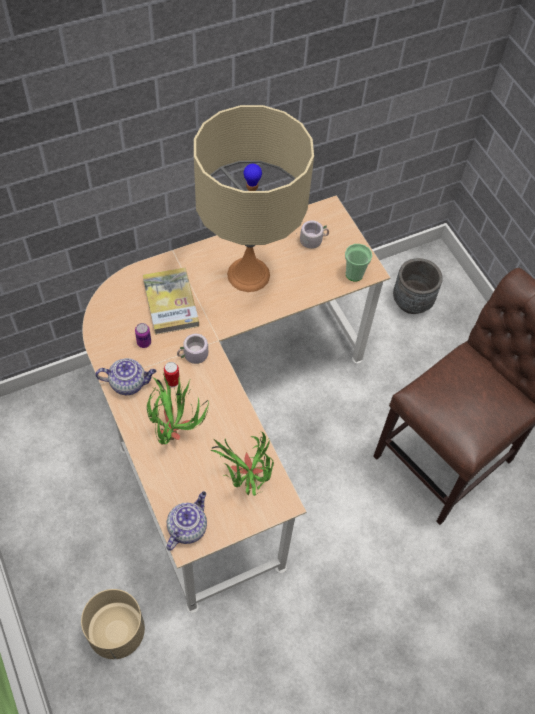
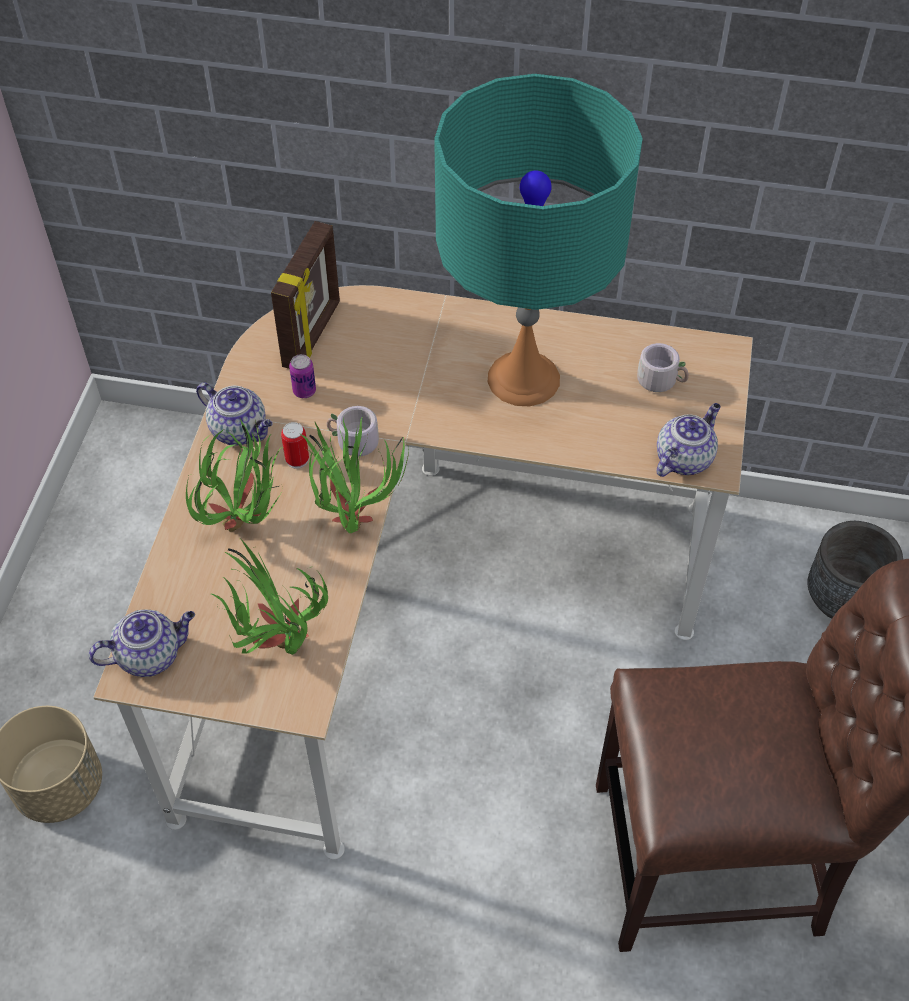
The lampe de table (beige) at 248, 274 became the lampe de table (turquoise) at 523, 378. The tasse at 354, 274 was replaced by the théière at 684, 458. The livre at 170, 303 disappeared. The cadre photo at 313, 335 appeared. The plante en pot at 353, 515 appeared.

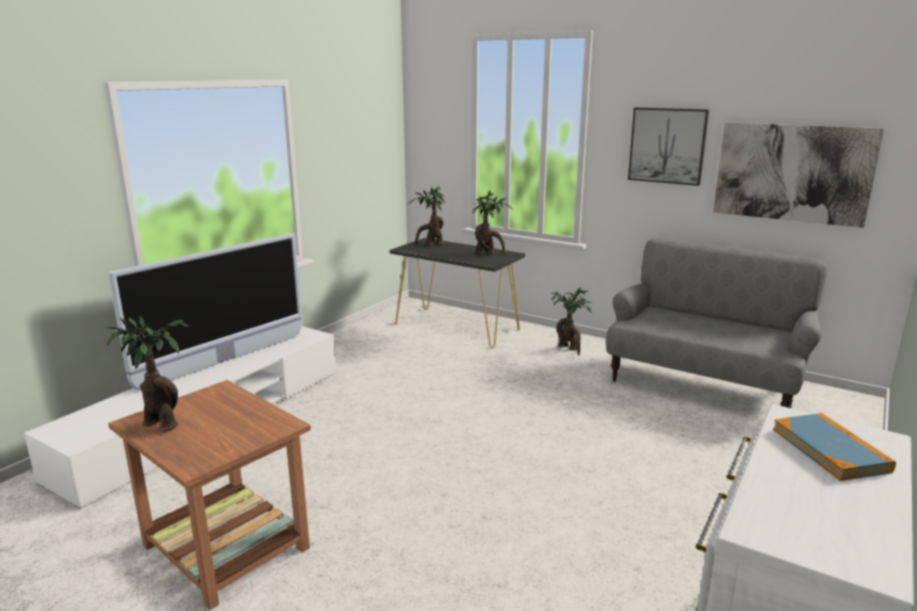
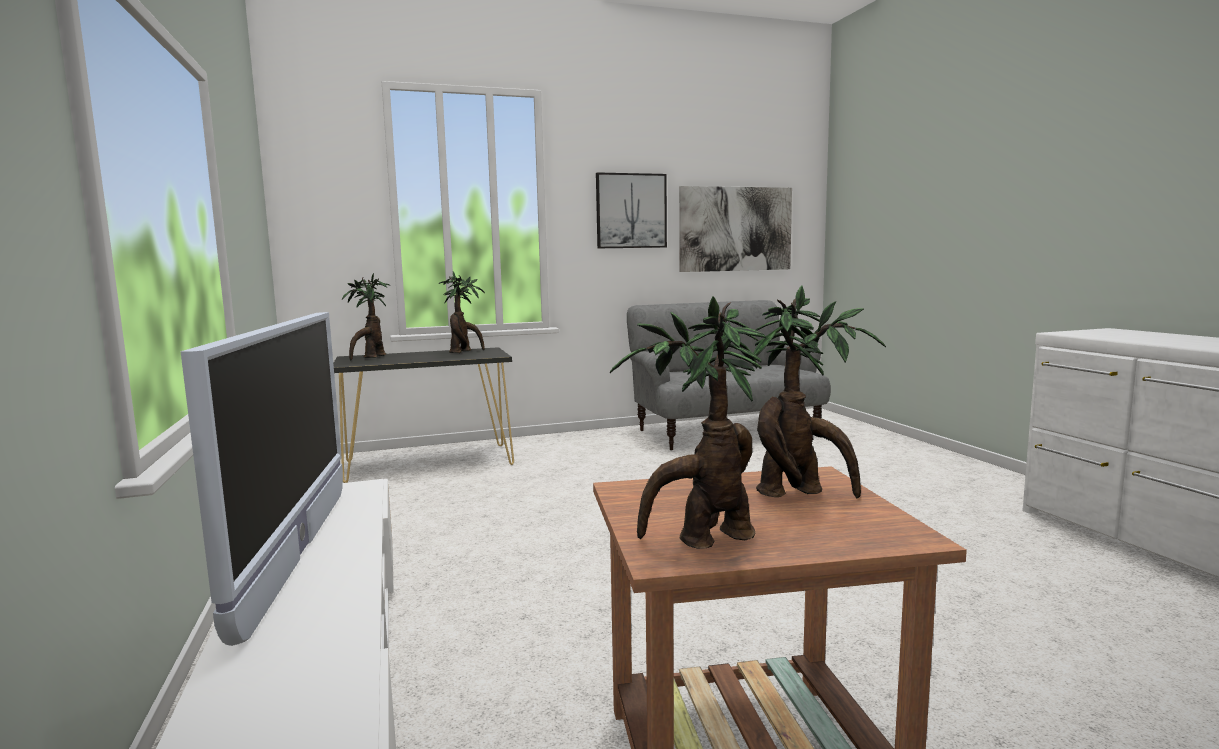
The plante en pot moved from 569, 349 to 799, 494. The livre at 830, 450 disappeared.

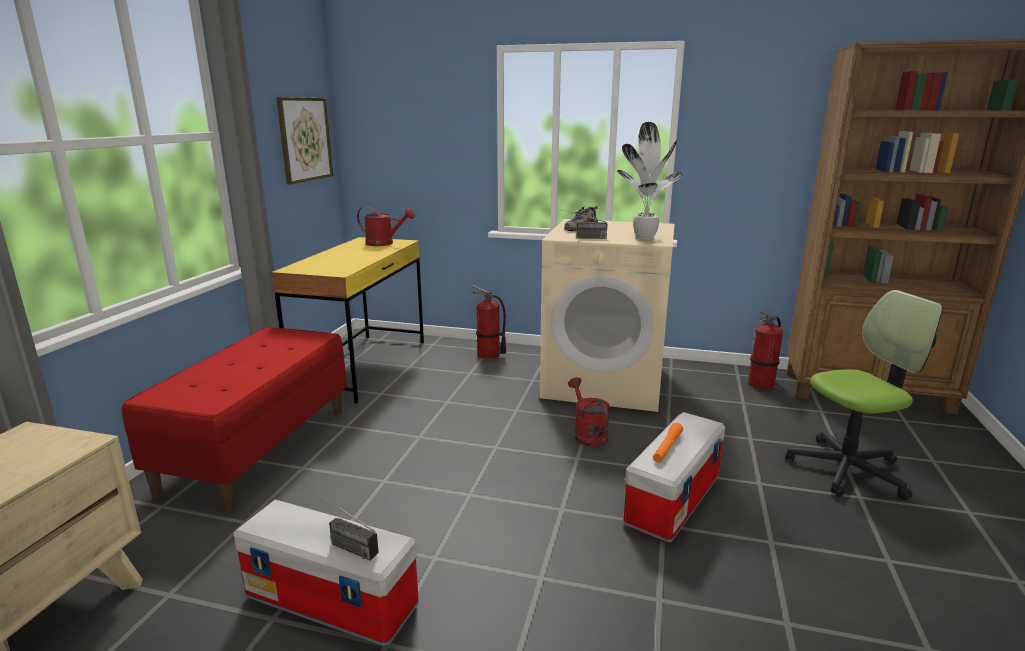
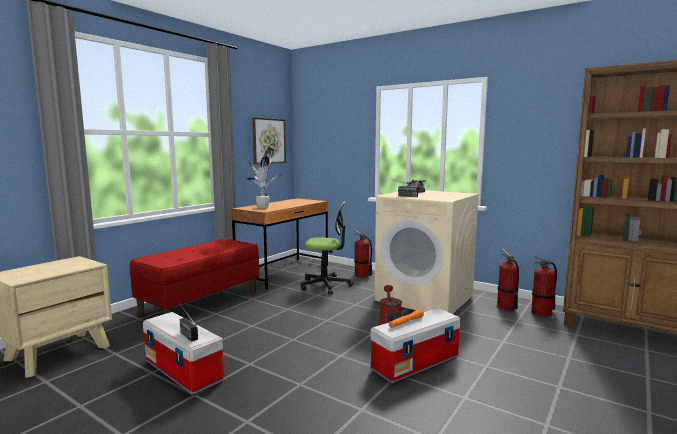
The plante en pot moved from 644, 237 to 263, 207. The arrosoir (rouge) at 384, 243 disappeared. The bureau (jaune) at 363, 366 became the bureau (marron) at 284, 273. The chaise de bureau moved from 847, 470 to 325, 285. The extincteur at 506, 307 appeared.

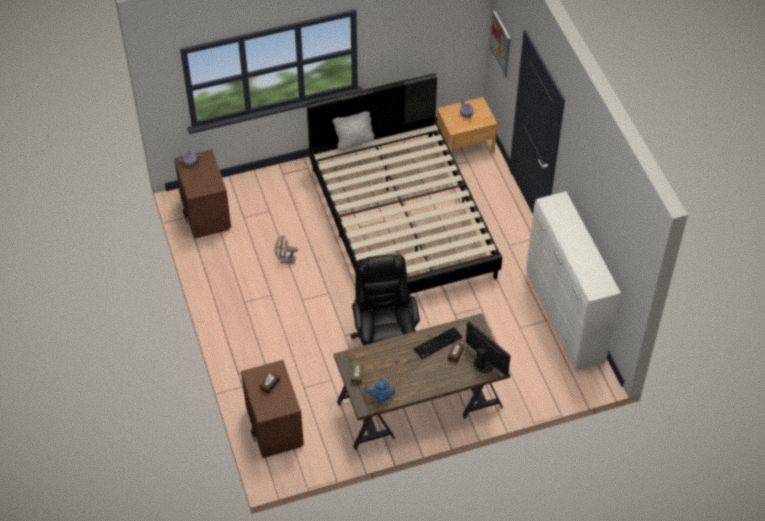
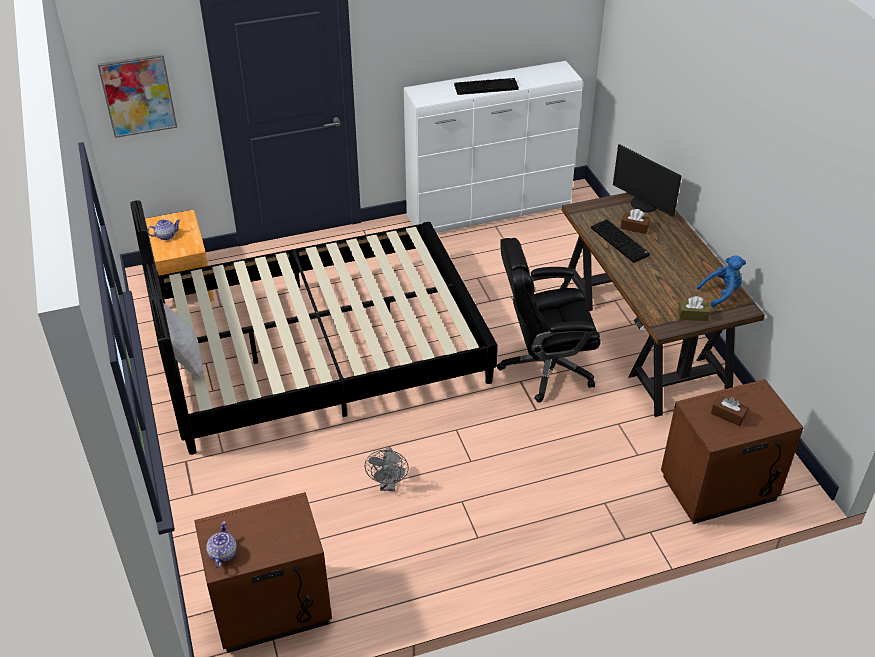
The écran d'ordinateur at 484, 363 turned 90 degrees counterclockwise. The clavier at 486, 87 appeared.

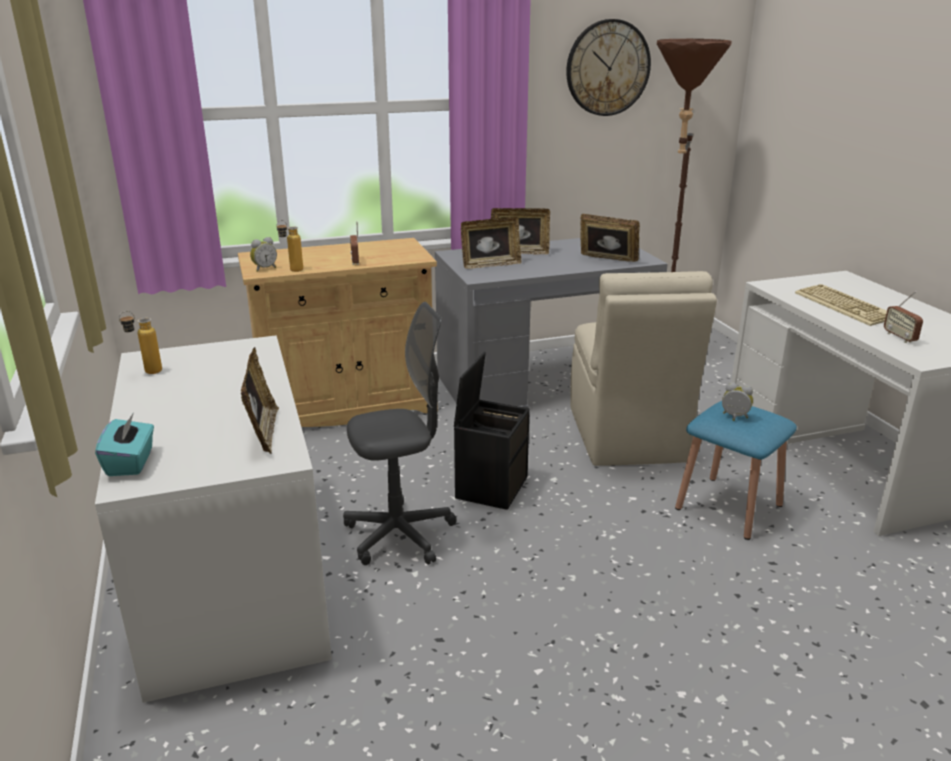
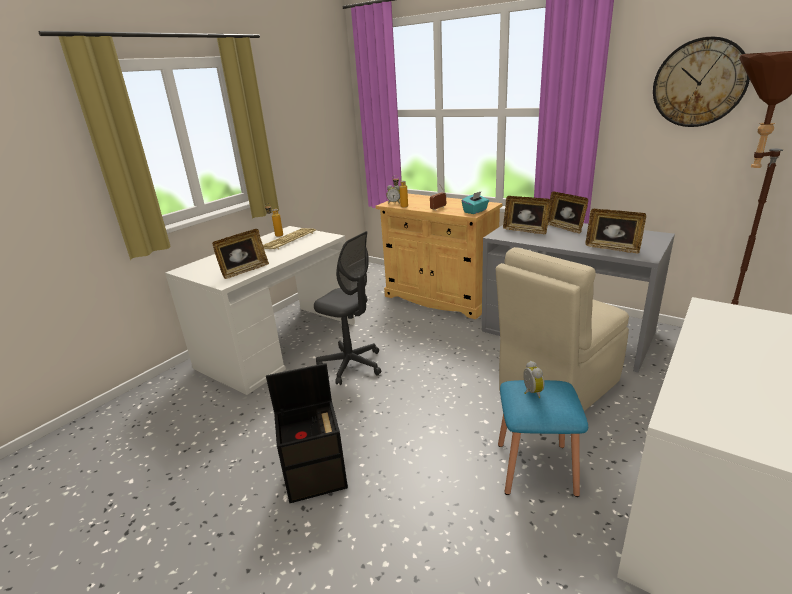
The cadre photo at 607, 260 turned 135 degrees clockwise. The clavier moved from 846, 306 to 288, 240. The radio at 899, 337 disappeared. The boîte de rangement (noir) moved from 491, 486 to 317, 476. The boîte à mouchoirs (turquoise) moved from 131, 463 to 475, 211.

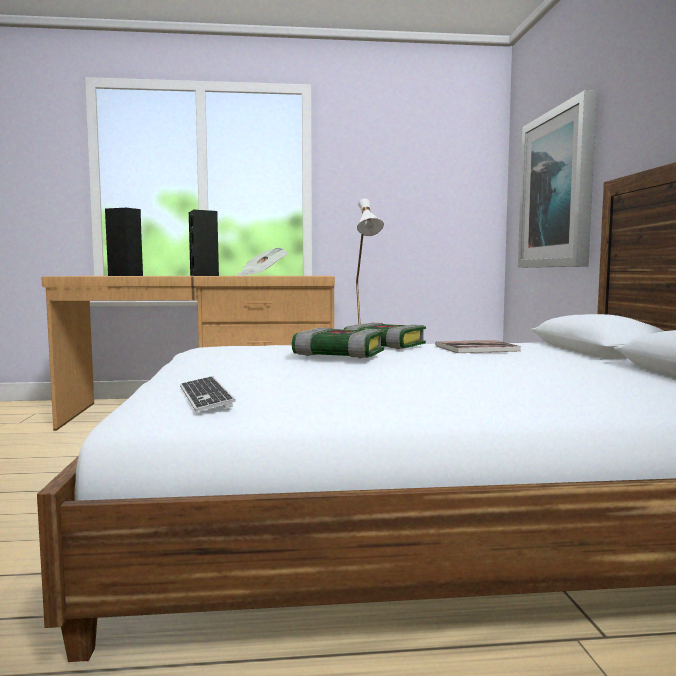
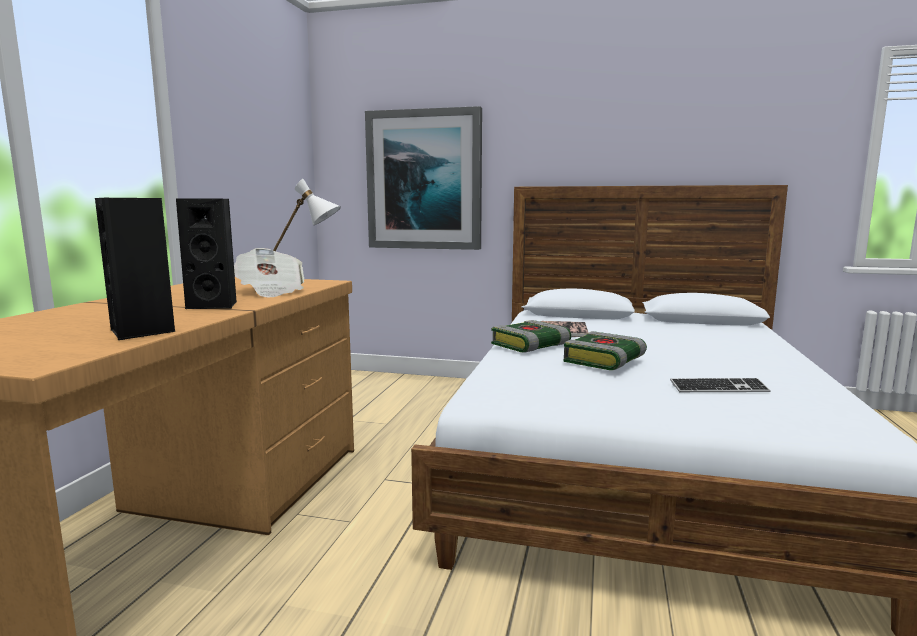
The clavier moved from 205, 396 to 719, 388.

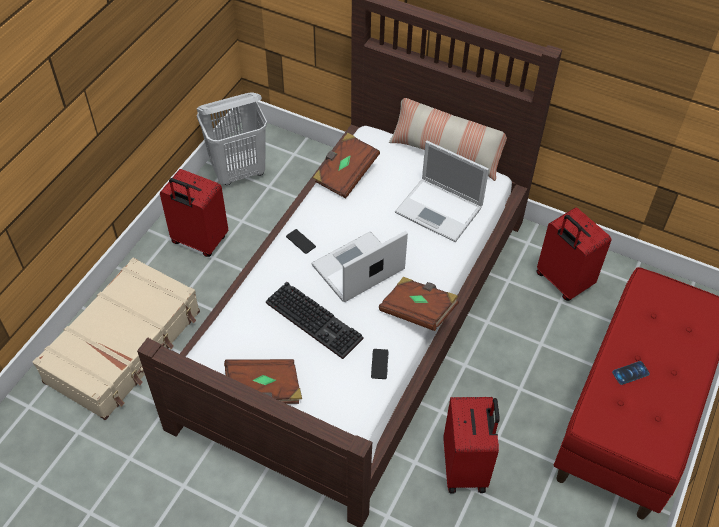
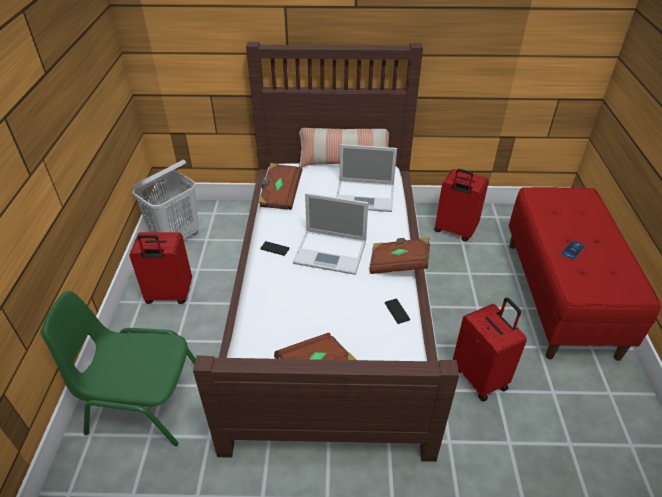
The ordinateur portable at 356, 269 turned 105 degrees counterclockwise. The valise (beige) at 125, 347 was replaced by the chaise (vert) at 143, 400. The clavier at 316, 320 disappeared.

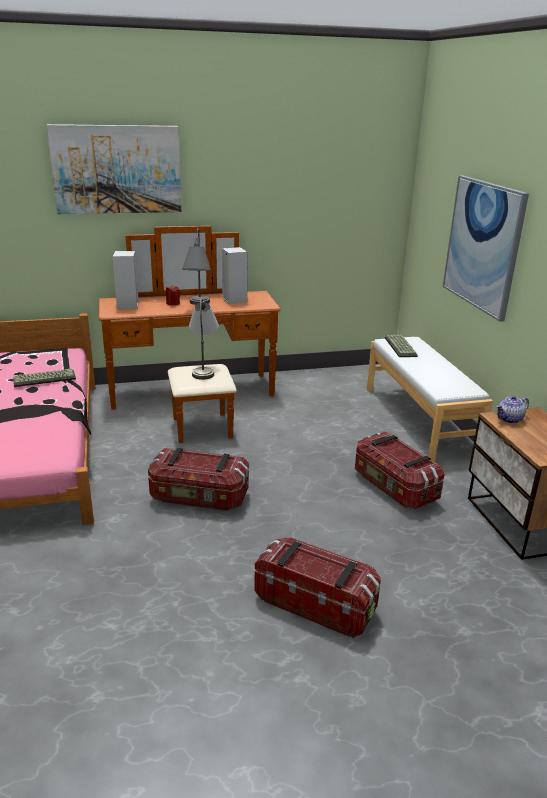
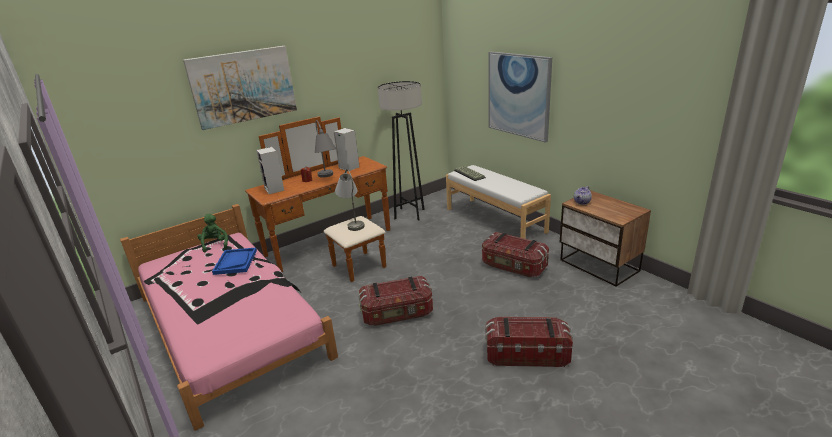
The clavier at 45, 378 was replaced by the plateau (bleu) at 235, 262. The lampadaire (gris) at 409, 214 appeared. The peluche (vert) at 215, 244 appeared.

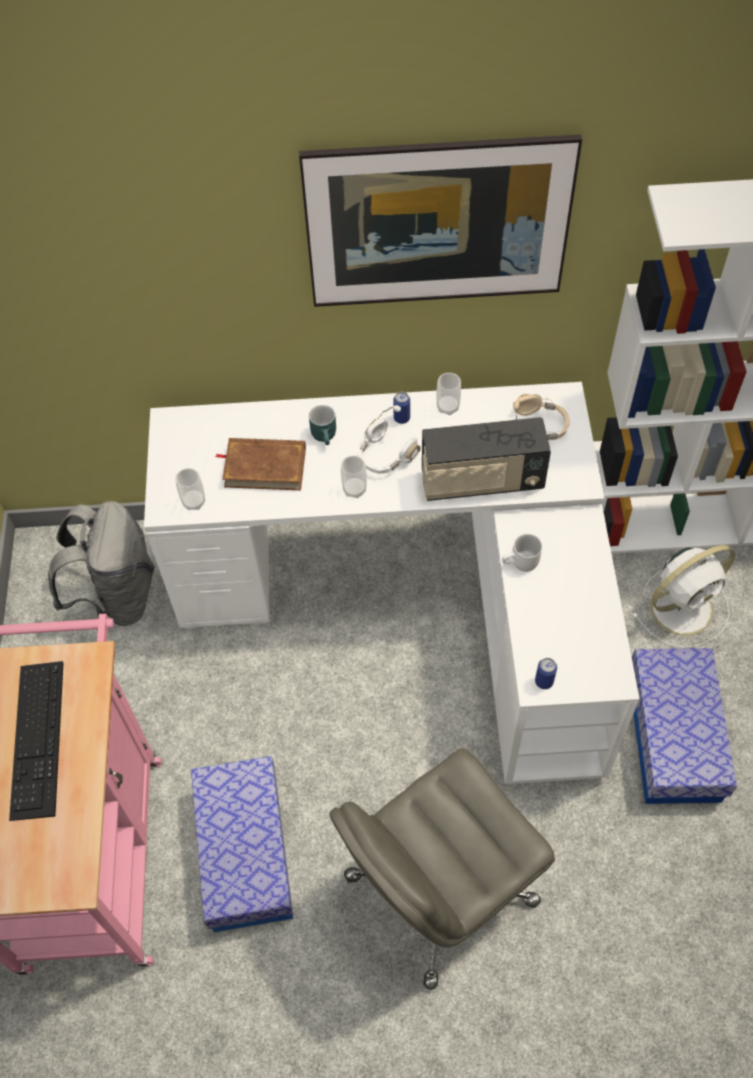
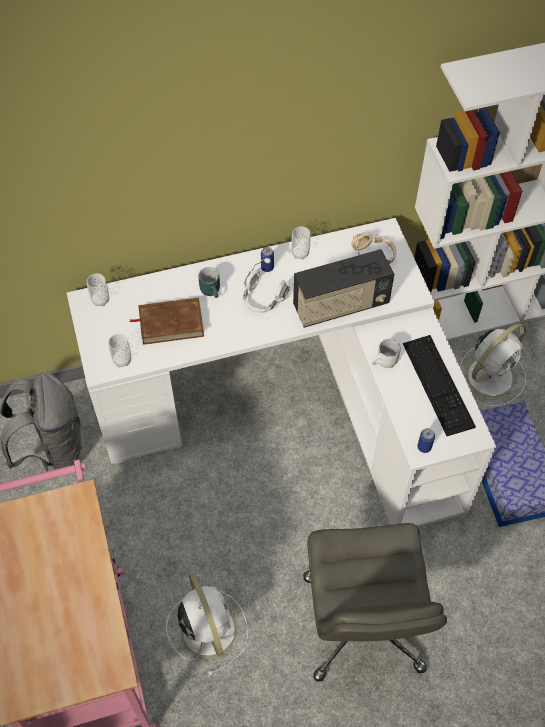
The tableau at 437, 260 disappeared. The tasse moved from 354, 489 to 100, 300. The clavier moved from 37, 738 to 438, 384. The chaise de bureau (gris) at 439, 891 turned 45 degrees counterclockwise. The boîte de rangement at 245, 853 was replaced by the ventilateur (blanc) at 207, 628.

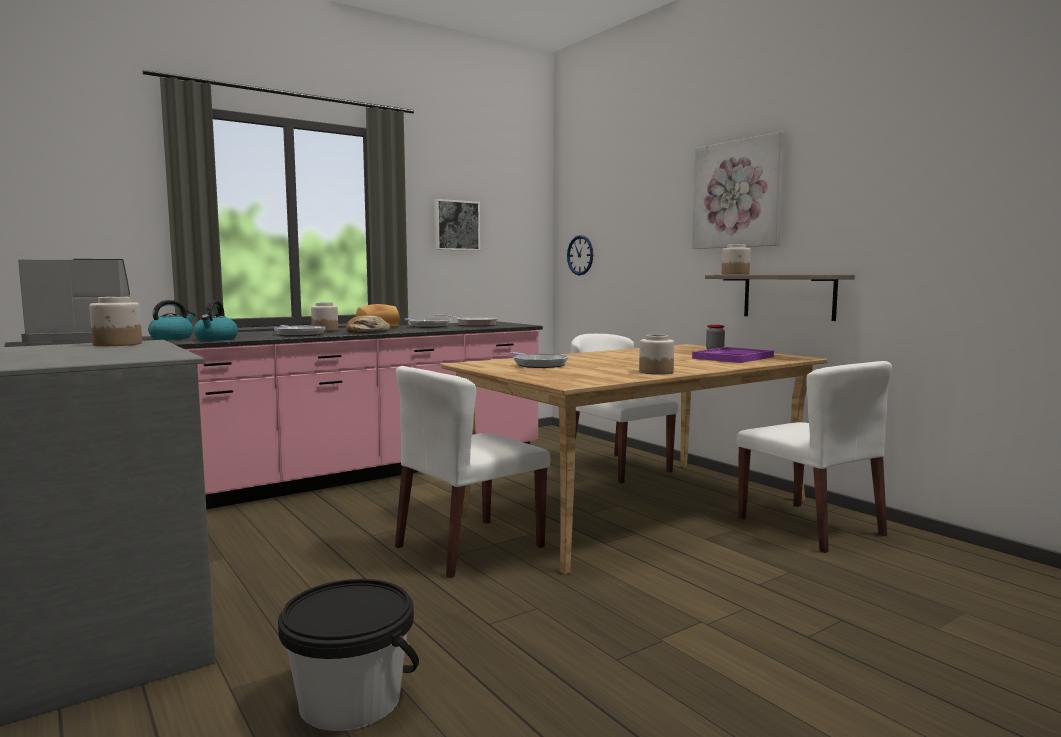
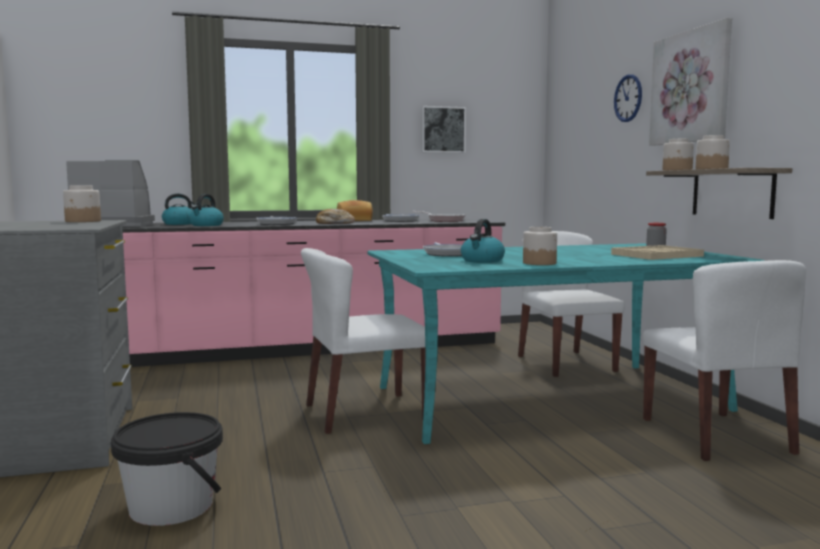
The horloge murale moved from 580, 255 to 628, 98. The bocal moved from 325, 330 to 711, 169. The table à manger (beige) at 637, 507 became the table à manger (turquoise) at 548, 398. The plateau (violet) at 733, 357 became the plateau (beige) at 656, 255. The bouilloire at 482, 261 appeared.

